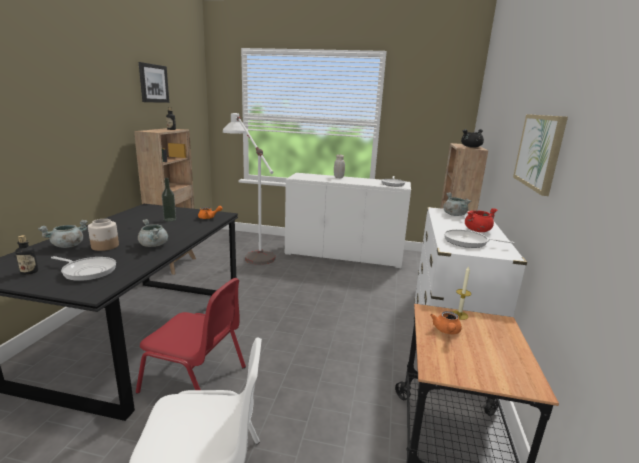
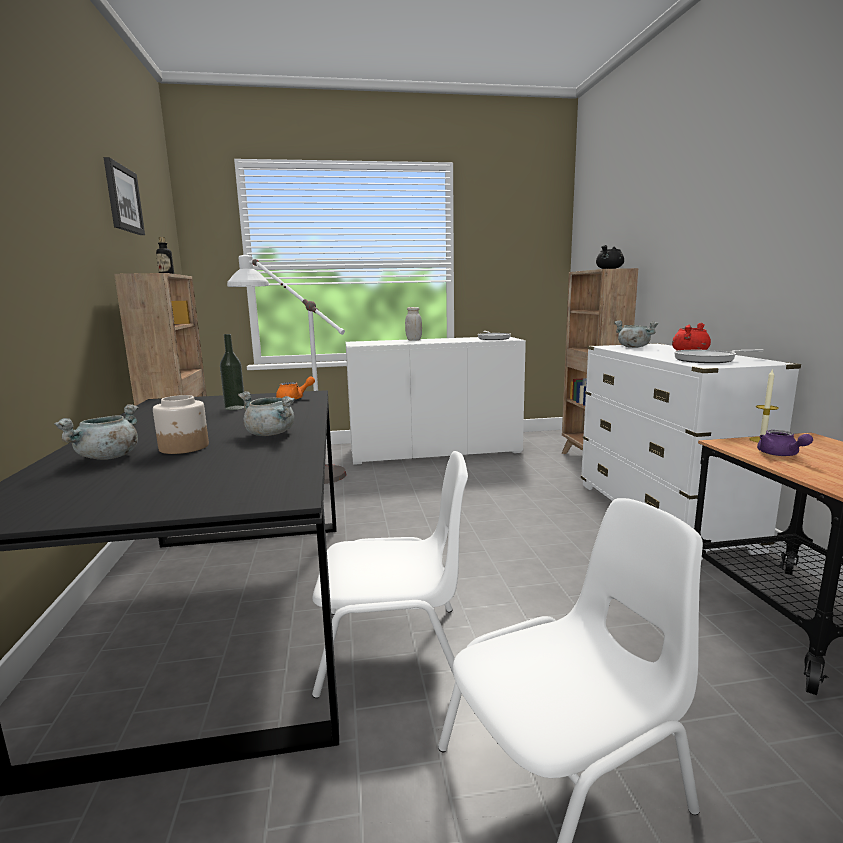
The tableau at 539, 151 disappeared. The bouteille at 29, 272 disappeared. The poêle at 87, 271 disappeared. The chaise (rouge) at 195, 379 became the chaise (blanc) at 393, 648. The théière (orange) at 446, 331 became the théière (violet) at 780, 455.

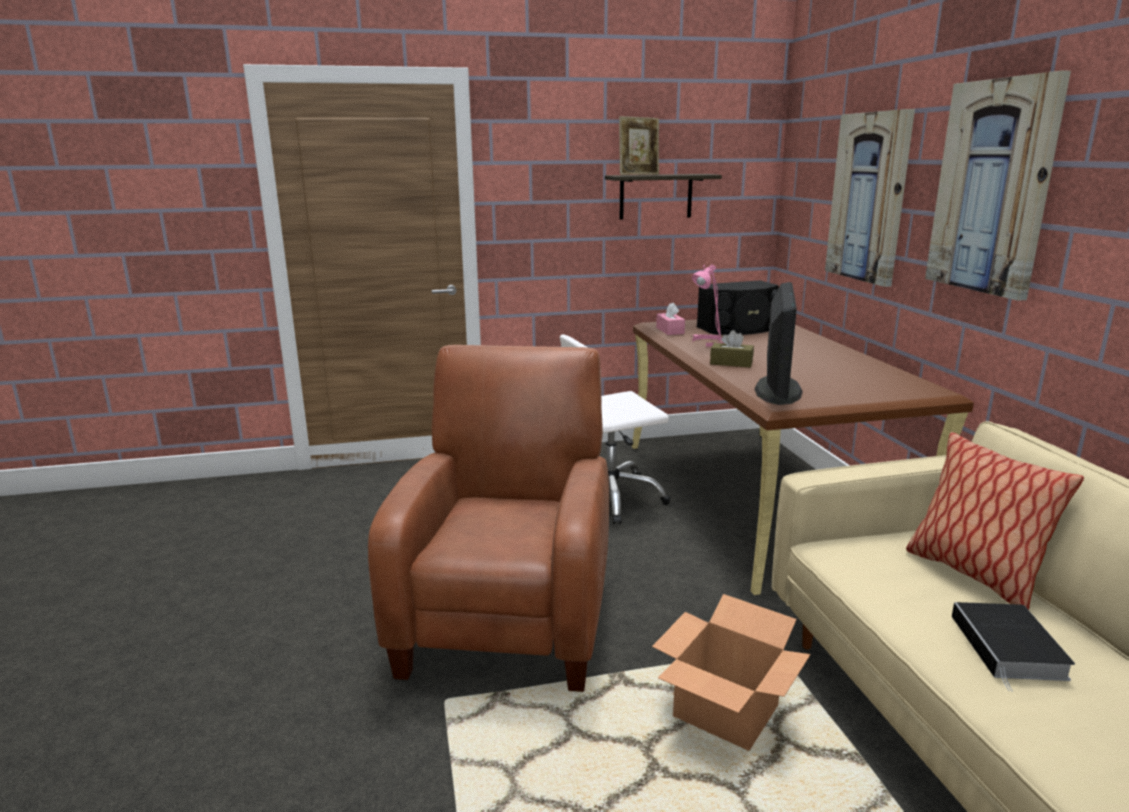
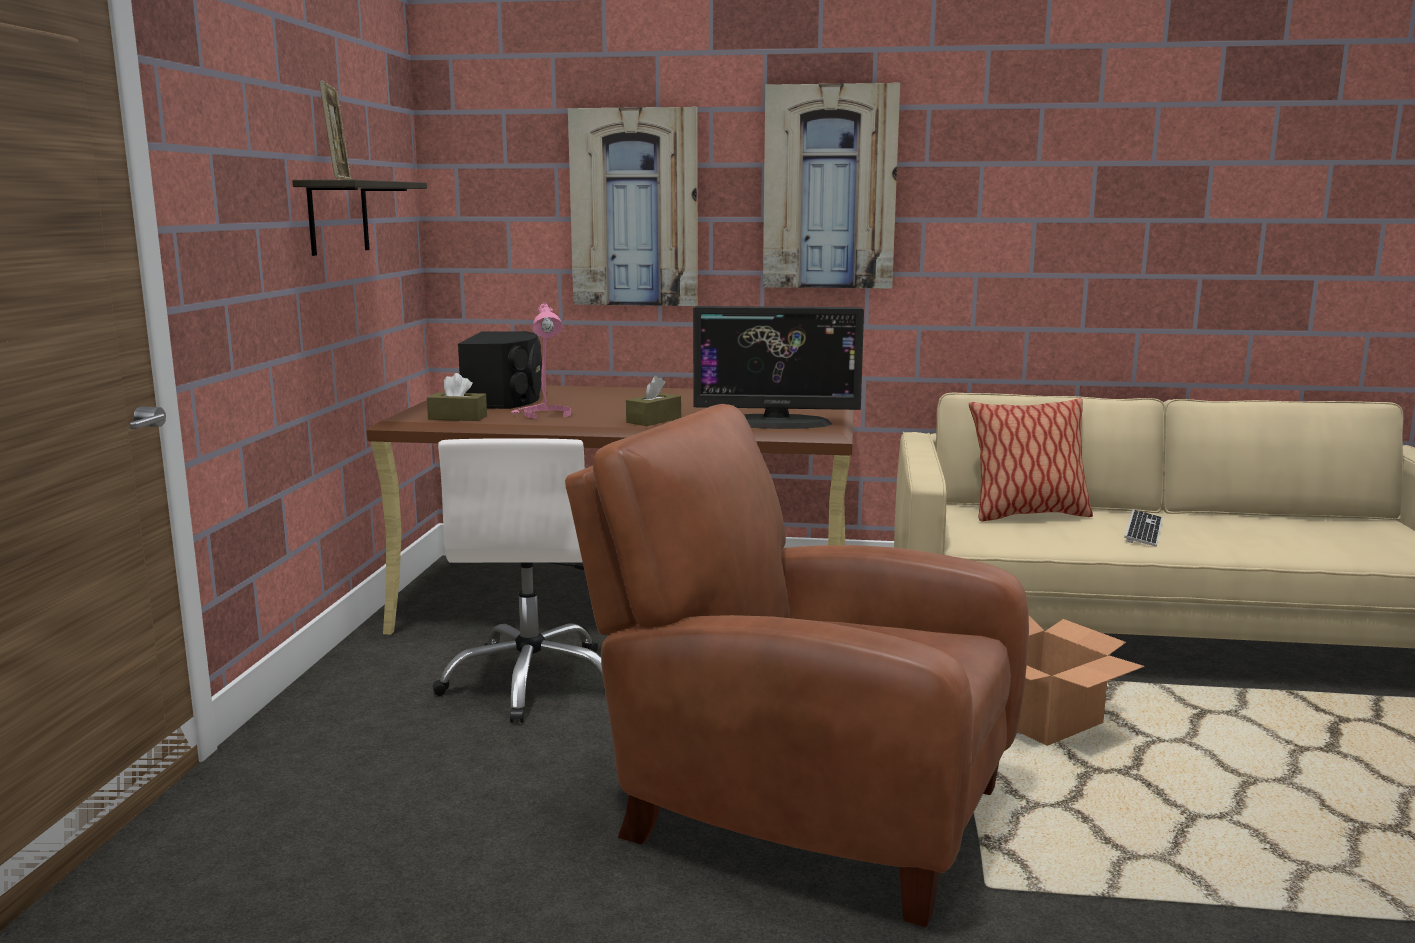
The écran d'ordinateur at 777, 390 turned 150 degrees clockwise. The boîte à mouchoirs (rose) at 670, 330 became the boîte à mouchoirs (marron) at 457, 417. The livre at 1010, 649 was replaced by the clavier at 1143, 530.

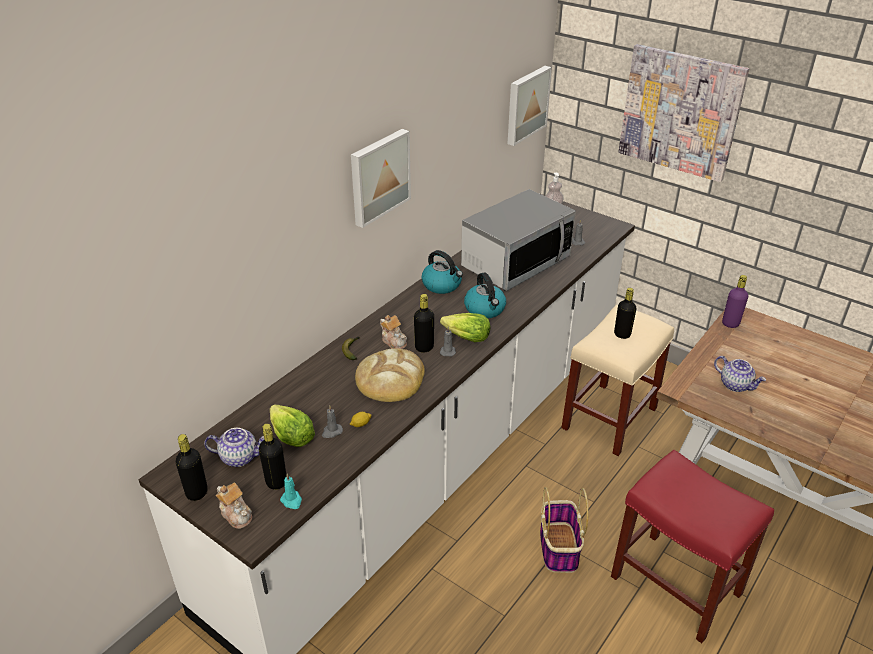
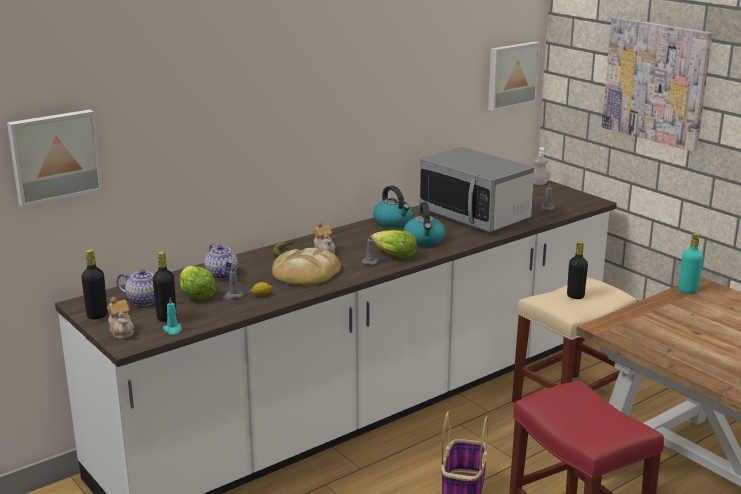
The tableau moved from 378, 176 to 54, 156. The micro-ondes at 515, 263 turned 75 degrees clockwise. The bouteille (violet) at 730, 324 became the bouteille (turquoise) at 688, 291. The bouteille (noir) at 424, 347 disappeared. The théière moved from 736, 385 to 222, 275.

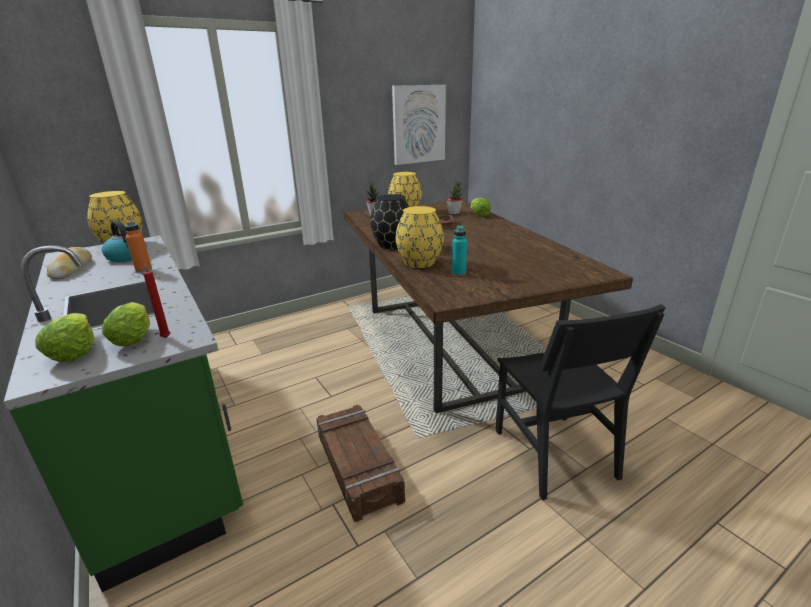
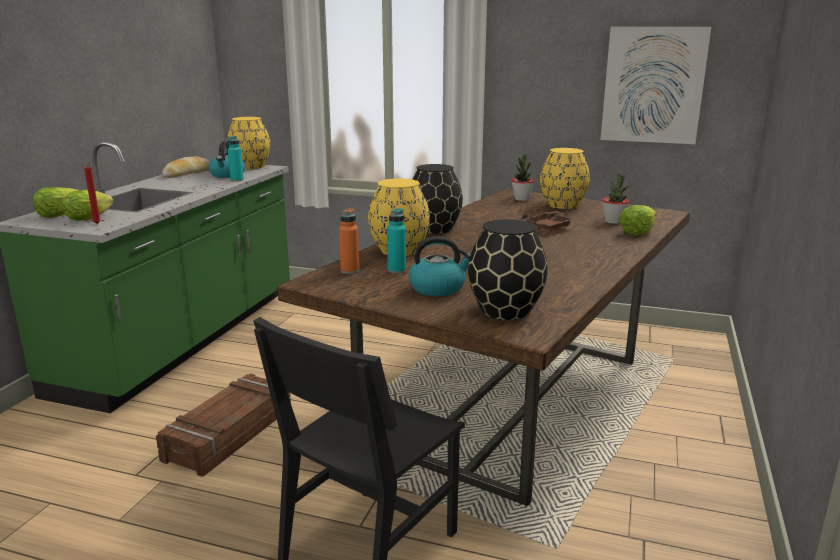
The bouteille (orange) moved from 143, 270 to 350, 271. The bouteille (turquoise) at 237, 180 appeared. The vase (noir) at 505, 310 appeared. The bouilloire at 438, 288 appeared.

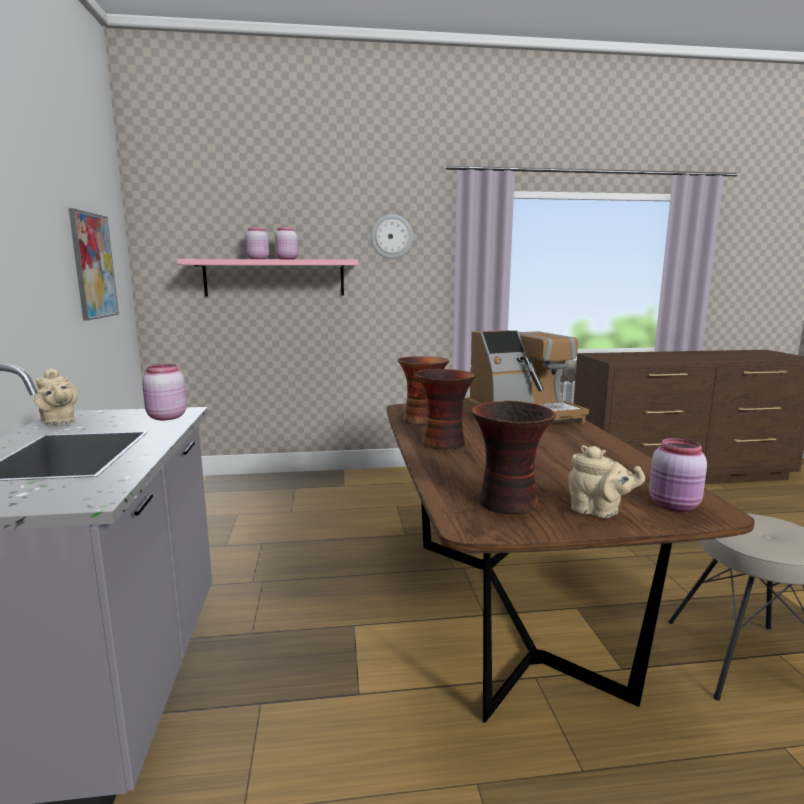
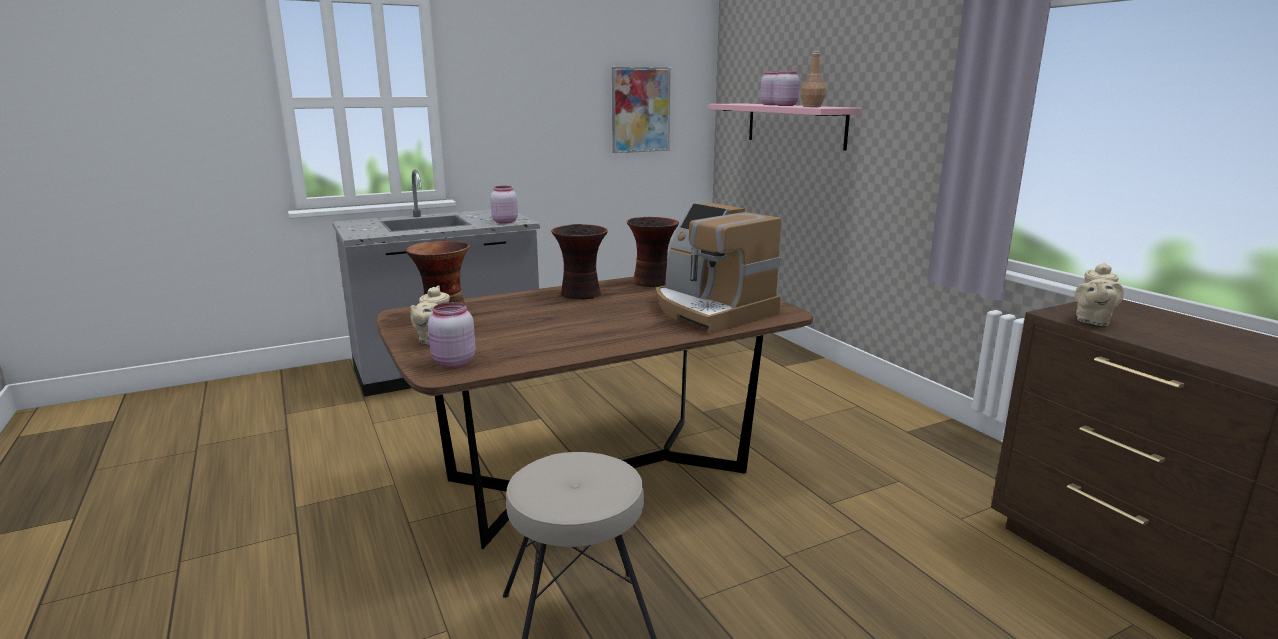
The horloge murale at 391, 236 disappeared. The théière (beige) moved from 59, 422 to 1092, 321. The bouteille (marron) at 812, 106 appeared.

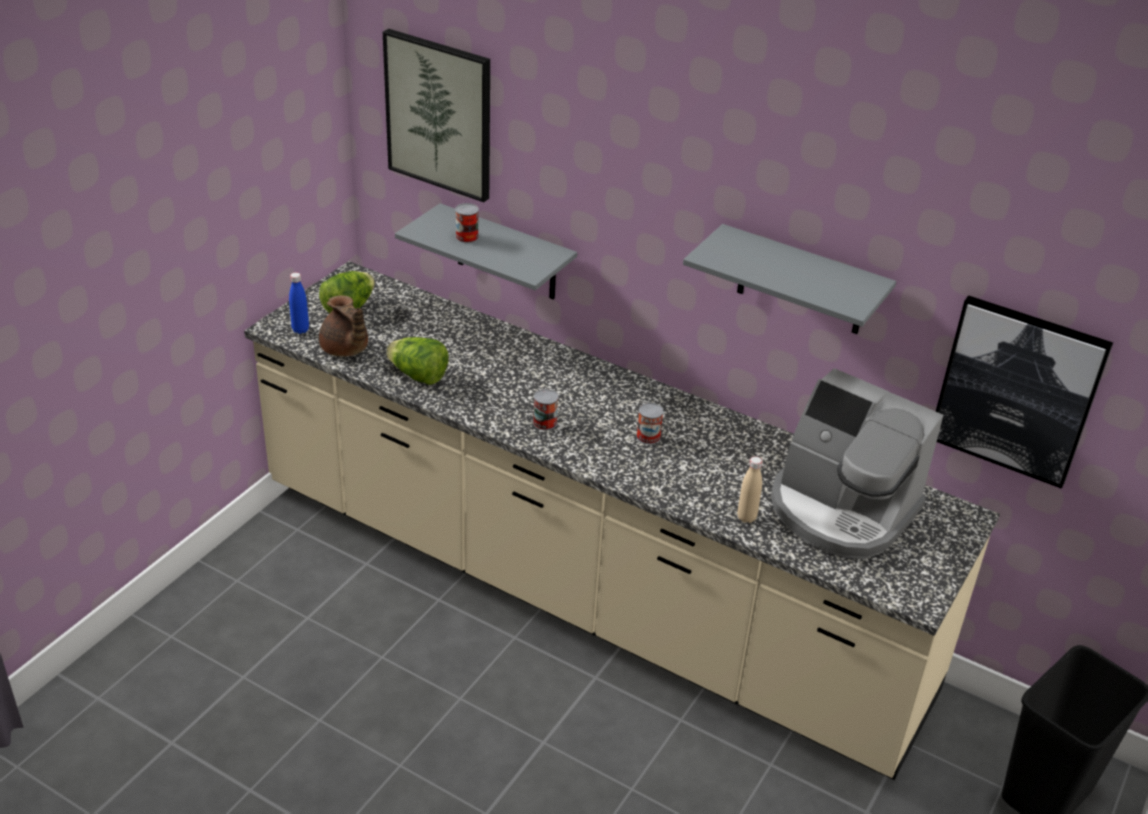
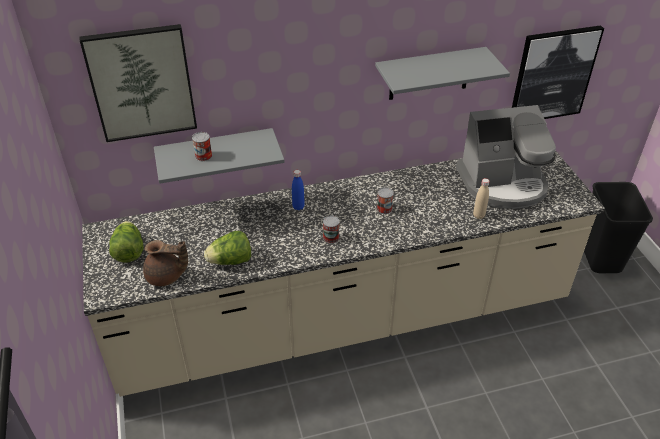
The bouteille (bleu) moved from 300, 329 to 298, 207.

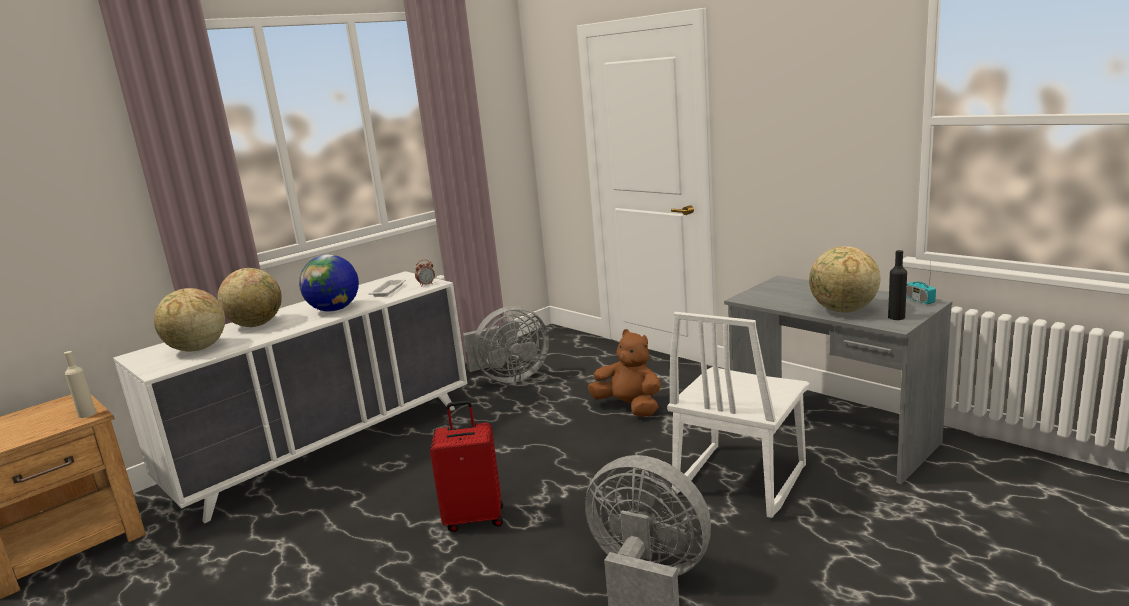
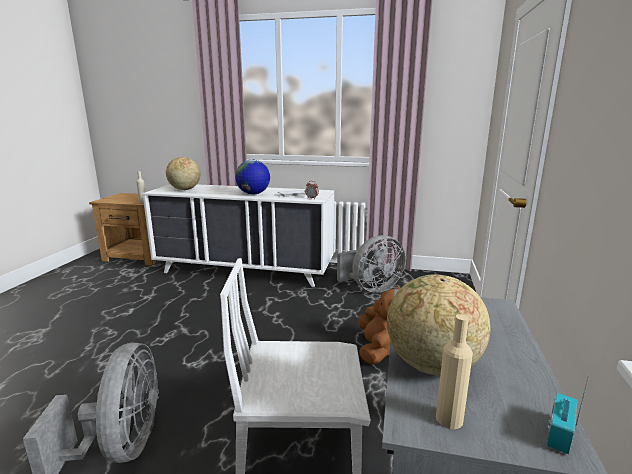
The bouteille (noir) at 896, 317 became the bouteille (beige) at 449, 419. The globe at 256, 324 disappeared. The ventilateur (gris) at 509, 378 turned 60 degrees counterclockwise. The valise (rouge) at 474, 518 disappeared.

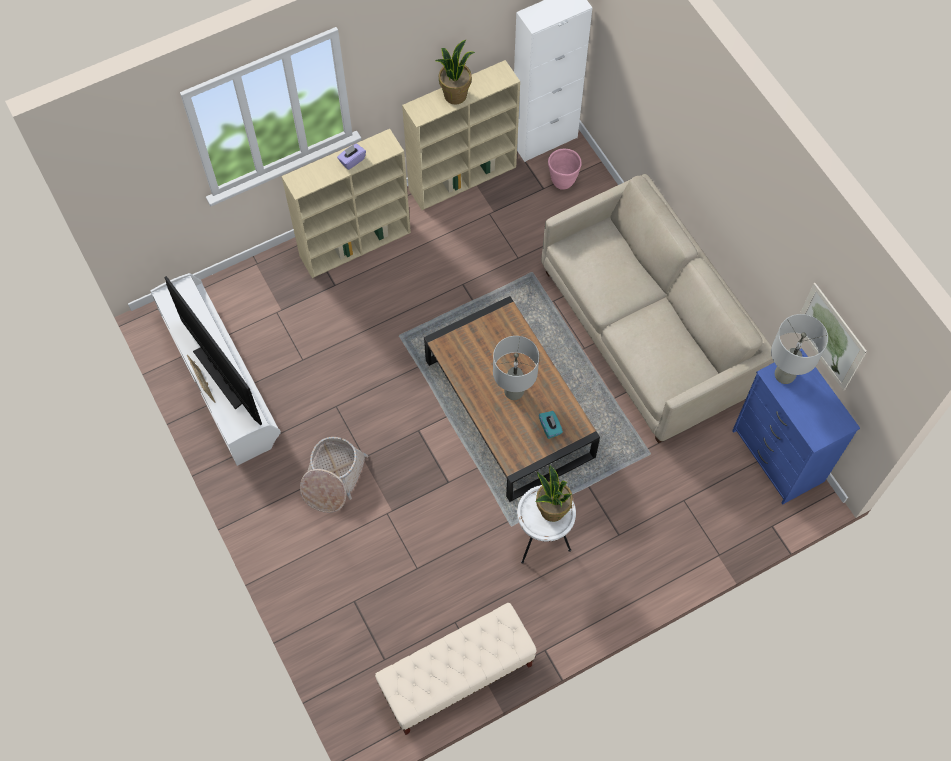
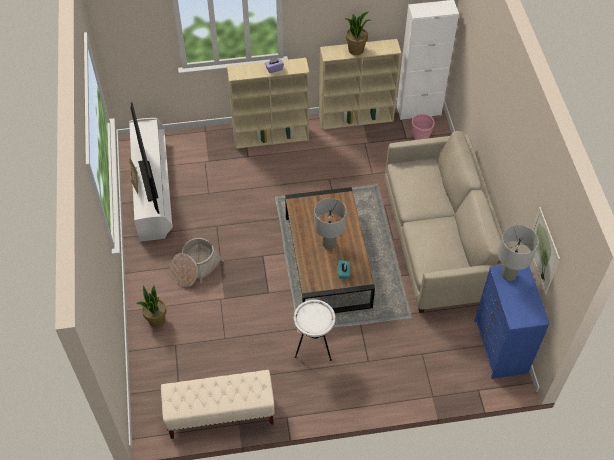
The plante en pot moved from 552, 510 to 156, 320.

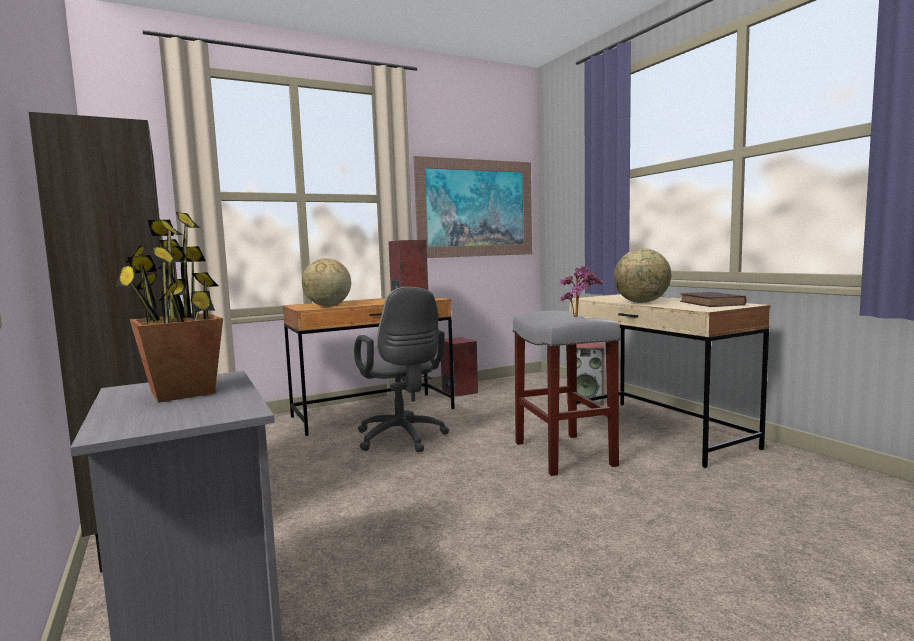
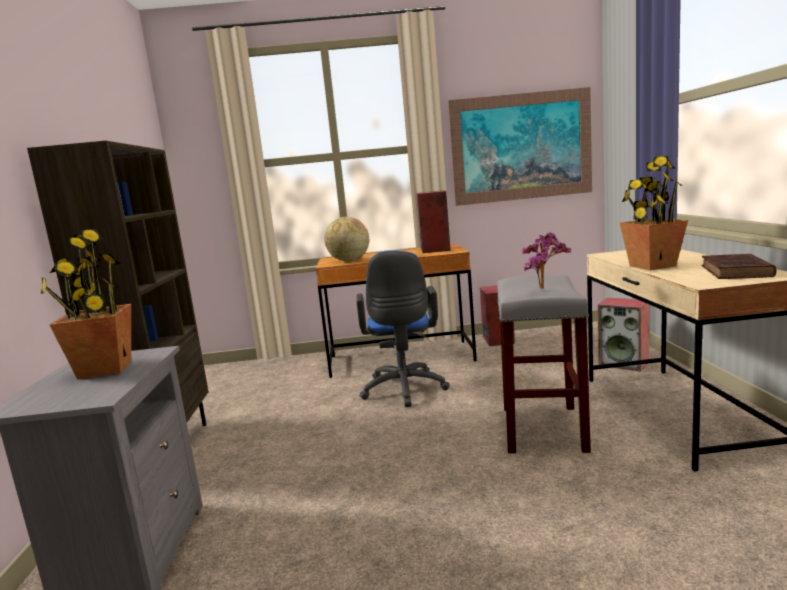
The globe at 642, 302 was replaced by the plante en pot at 652, 266. The chaise de bureau (gris) at 402, 439 became the chaise de bureau (bleu) at 404, 391.

